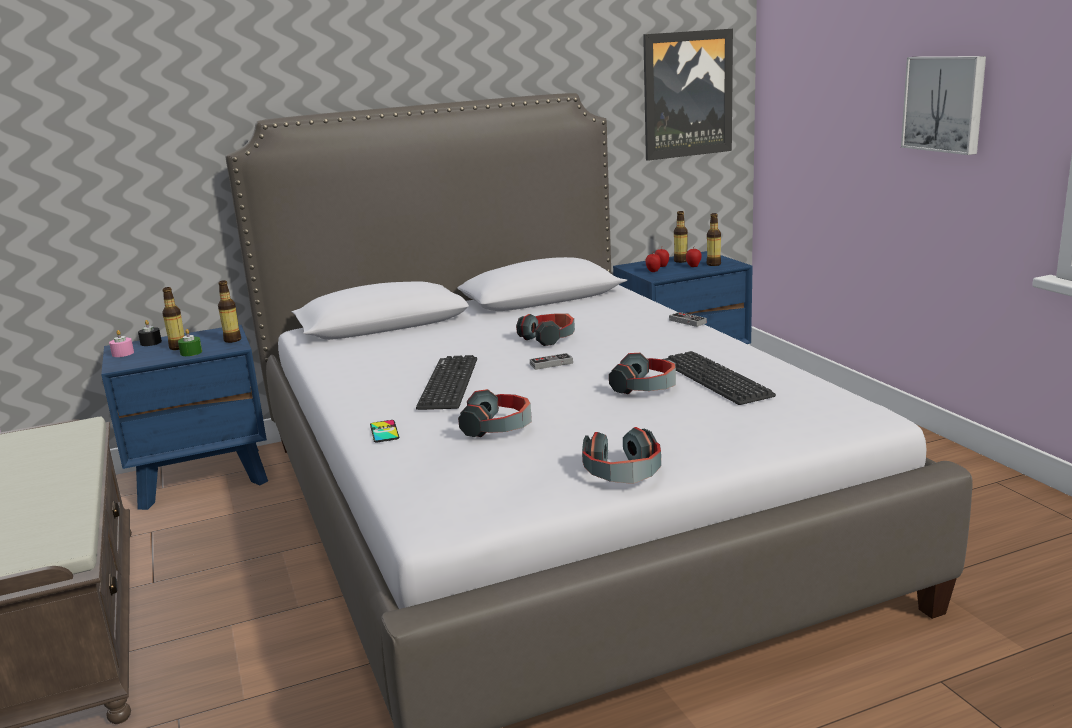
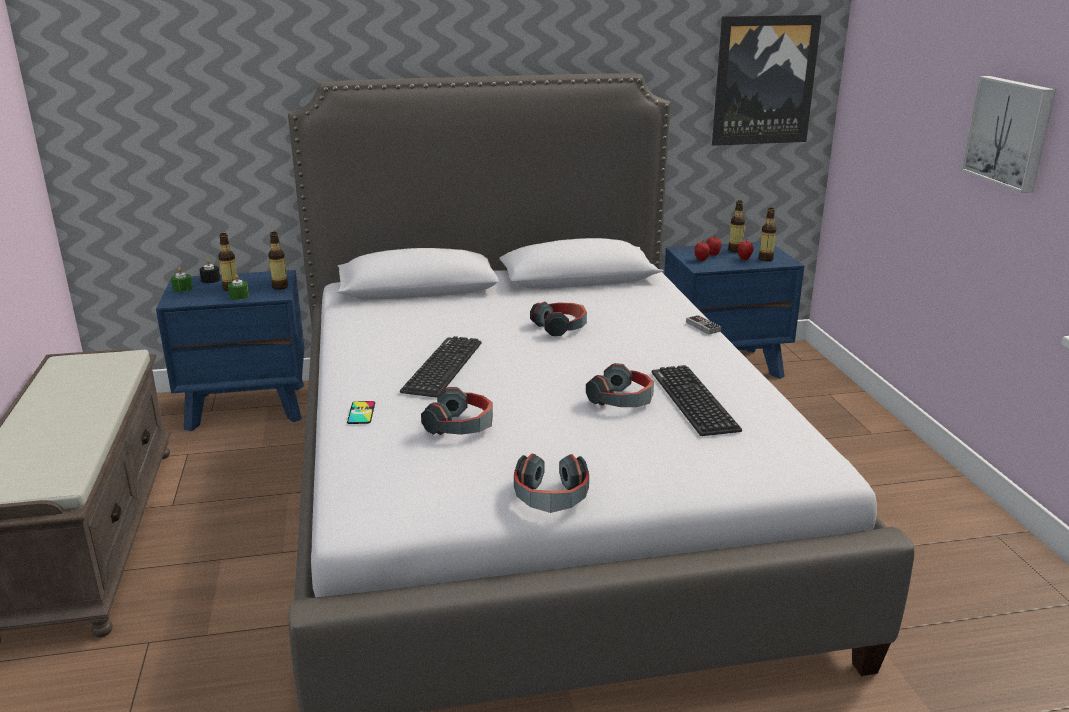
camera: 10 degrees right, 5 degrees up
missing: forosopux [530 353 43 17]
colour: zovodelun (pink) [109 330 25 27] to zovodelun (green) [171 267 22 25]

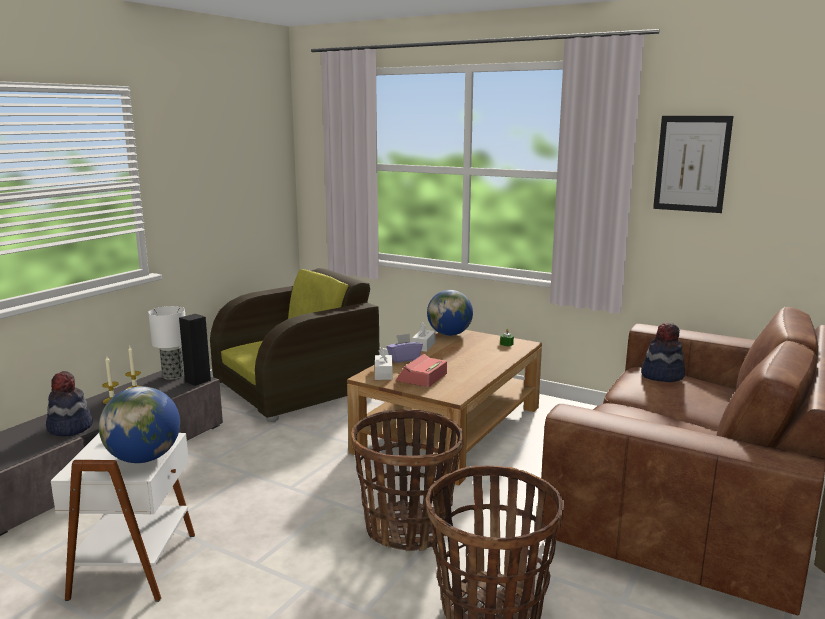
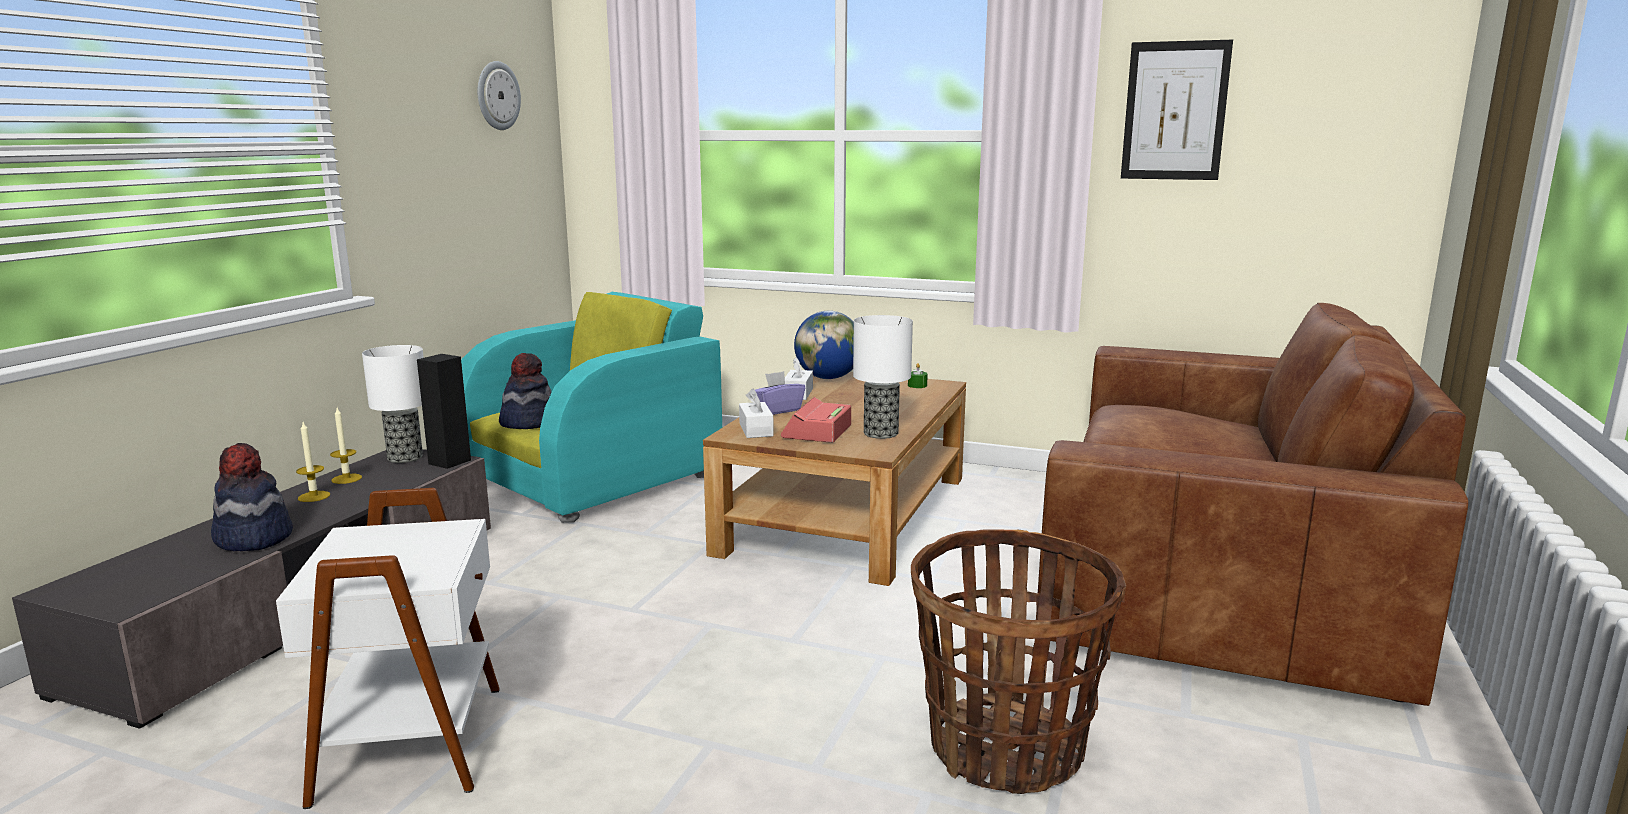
camera: 10 degrees left, 0 degrees up
missing: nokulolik [99 386 81 77]; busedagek [351 410 112 141]
appeared: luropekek [477 61 44 69]; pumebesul [853 315 60 124]
relocated: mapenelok [641 323 44 59] to [499 353 53 76]
colour: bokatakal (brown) [210 268 170 154] to bokatakal (turquoise) [461 292 261 231]

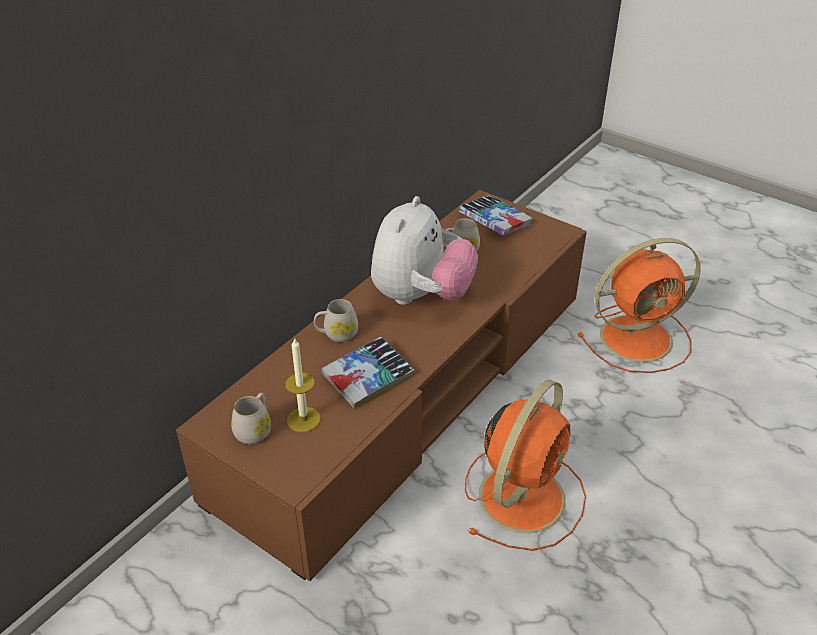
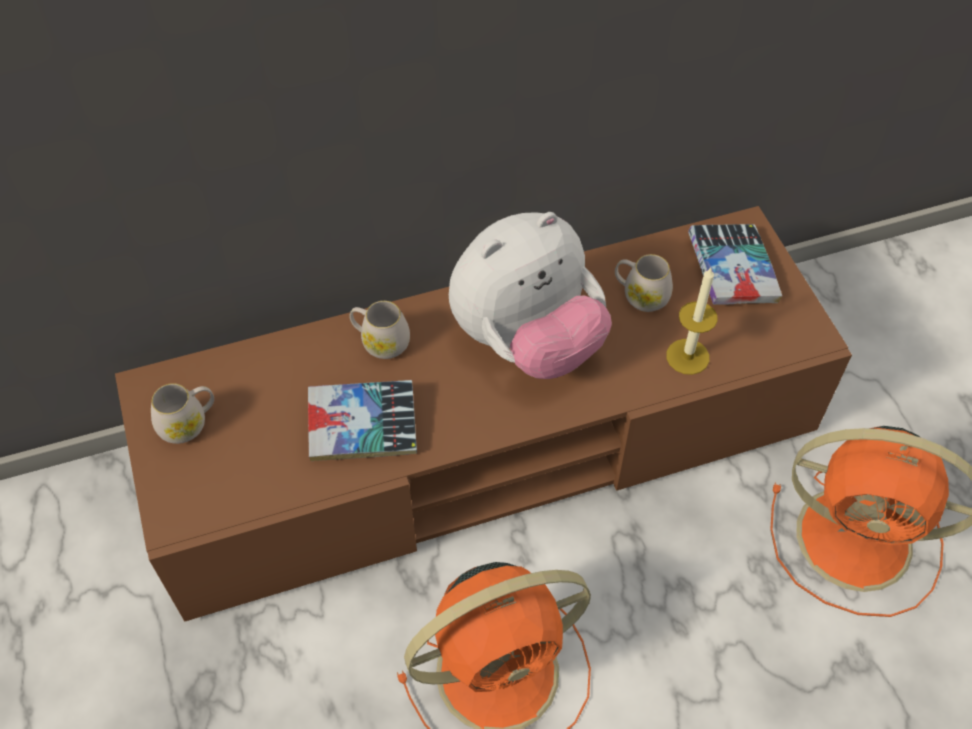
camera: 35 degrees right, 15 degrees up
relocated: zovodelun [285 337 36 95] to [667 268 50 107]

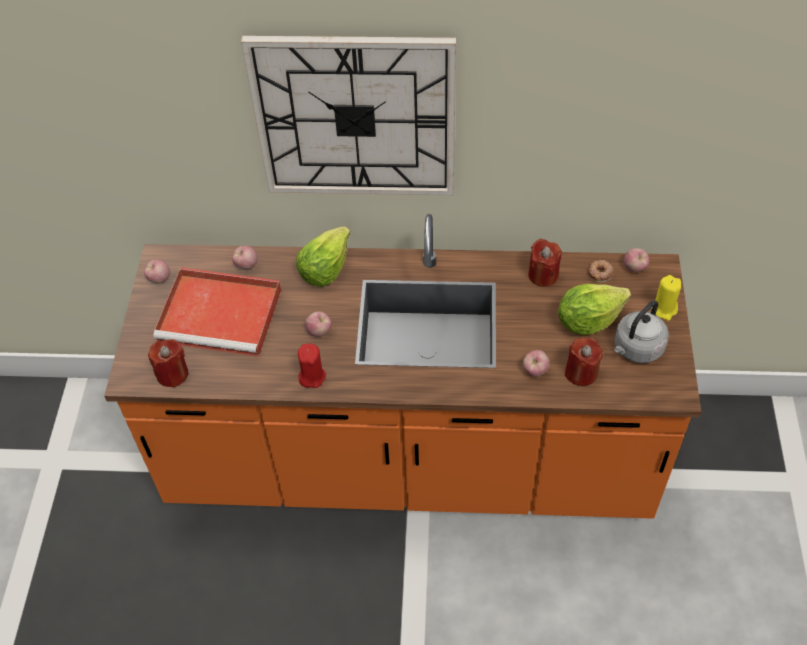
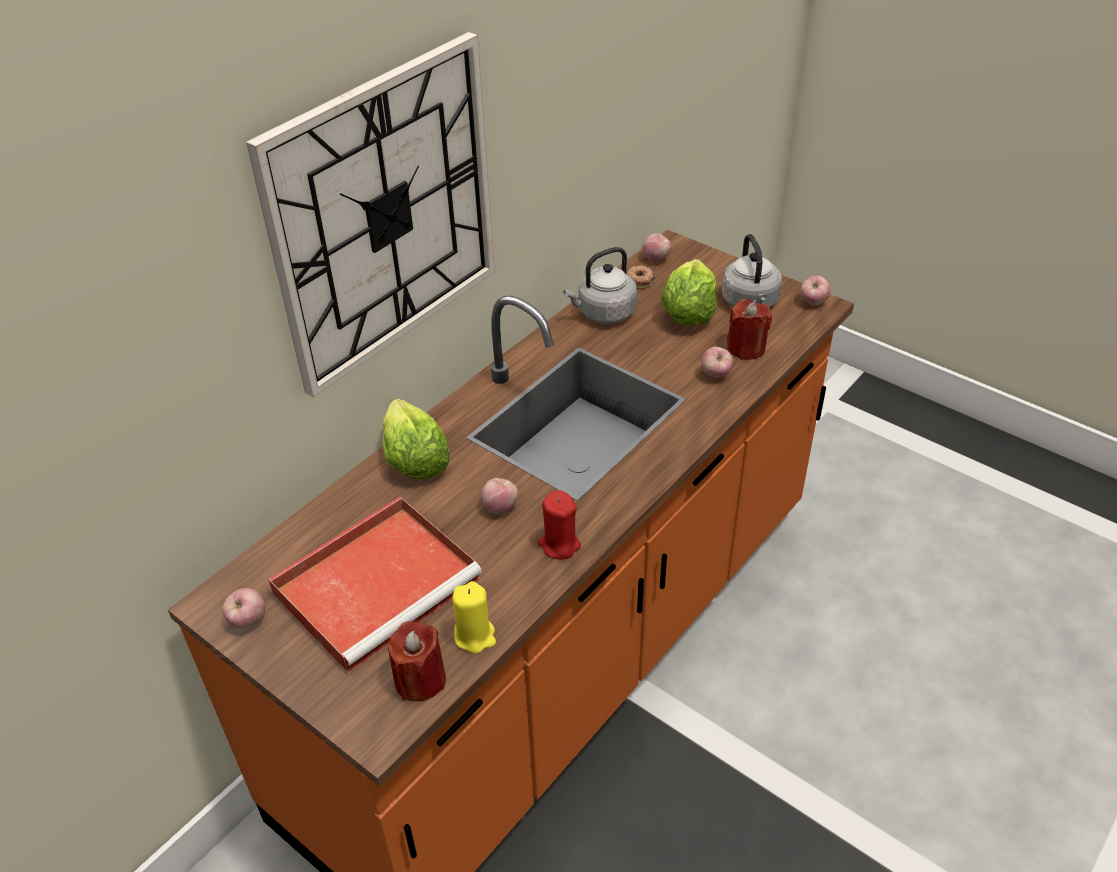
camera: 55 degrees left, 10 degrees down
relocated: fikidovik [232 246 26 23] to [800 276 31 29]; zovodelun (yellow) [651 275 30 46] to [452 581 44 73]
exchanged: zovodelun (red) [528 239 34 48] to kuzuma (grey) [563 247 74 77]

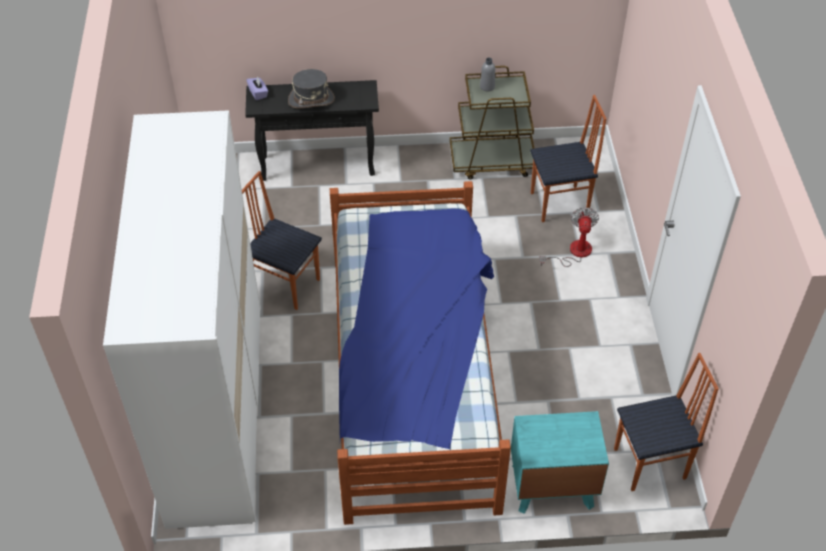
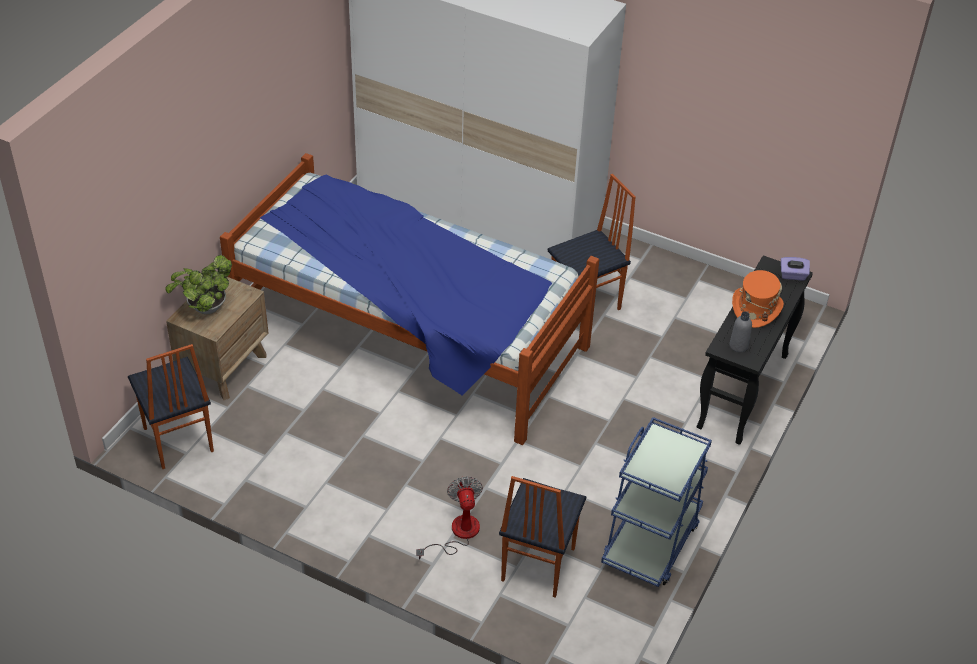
camera: 120 degrees right, 5 degrees down
appeared: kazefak [165 255 67 59]
relocated: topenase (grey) [480 58 15 33] to [729 311 23 41]
colour: mapenelok (grey) [288 69 47 39] to mapenelok (orange) [732 270 52 58]; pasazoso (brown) [450 66 84 114] to pasazoso (blue) [601 417 111 170]; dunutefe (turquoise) [511 411 98 103] to dunutefe (brown) [166 277 103 123]
spun: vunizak [539 207 60 60] = [416 476 67 83] 135 degrees counterclockwise; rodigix [614 353 105 138] = [128 344 86 125] 45 degrees counterclockwise

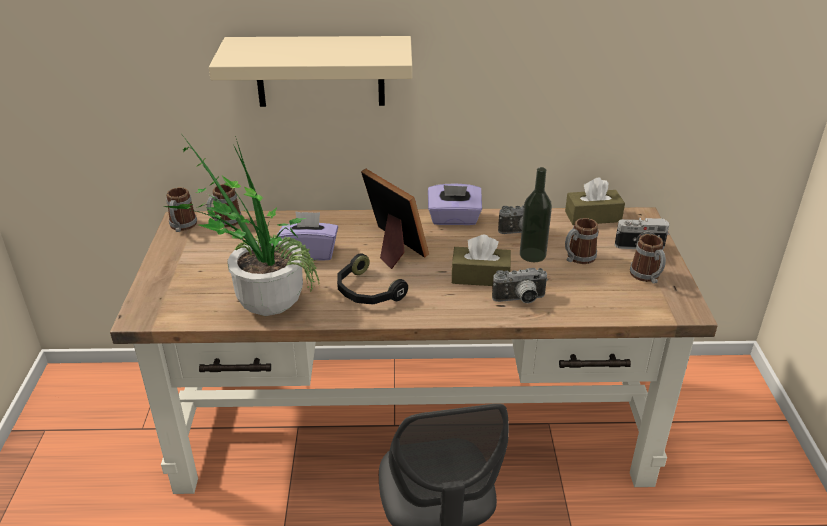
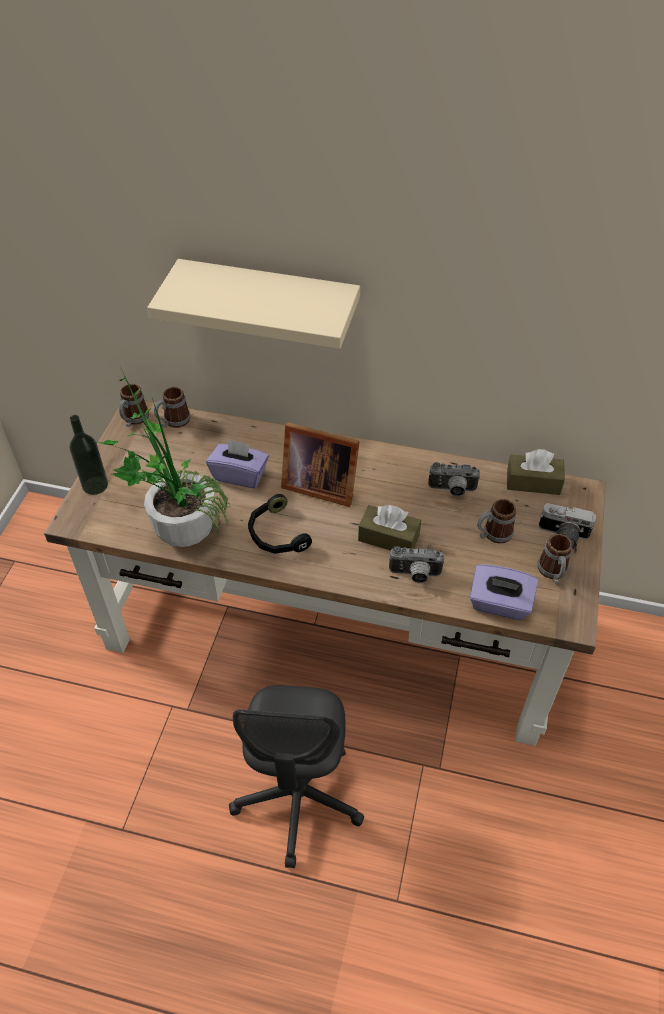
camera: 15 degrees right, 15 degrees up
relocated: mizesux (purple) [428 183 54 42] to [470 564 68 56]; topenase [520 167 32 95] to [70 415 38 80]
spun: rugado [361 169 68 100] = [281 422 79 85] 135 degrees clockwise

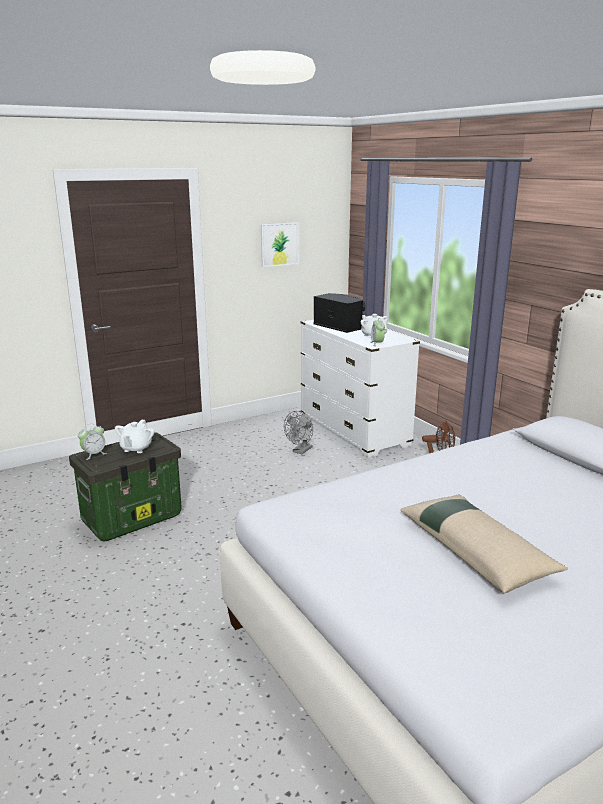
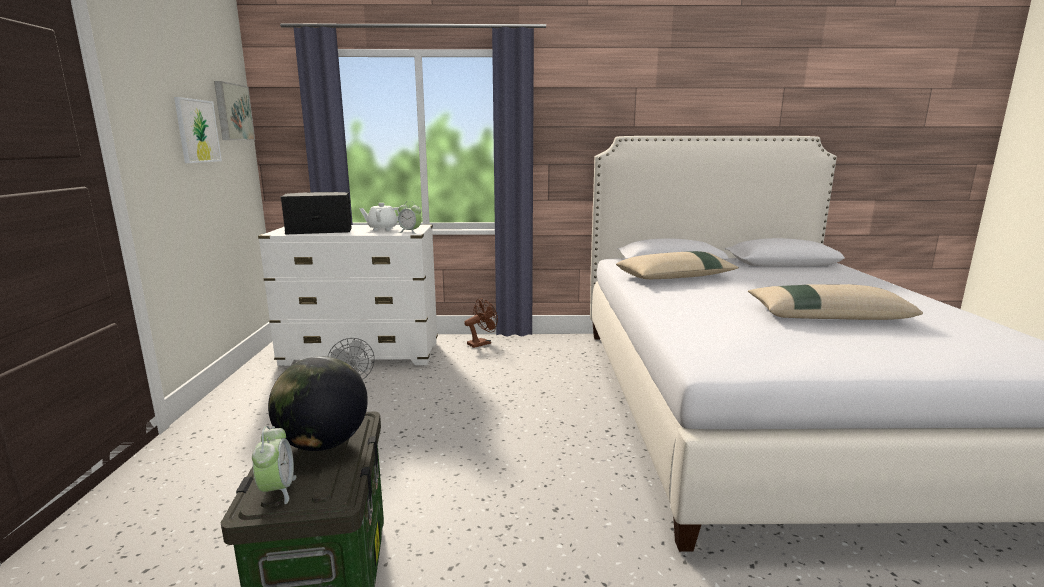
camera: 60 degrees left, 5 degrees down
appeared: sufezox [214 81 41 59]; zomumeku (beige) [616 251 123 28]
exchanged: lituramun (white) [115 420 40 33] to nokulolik [268 356 100 95]

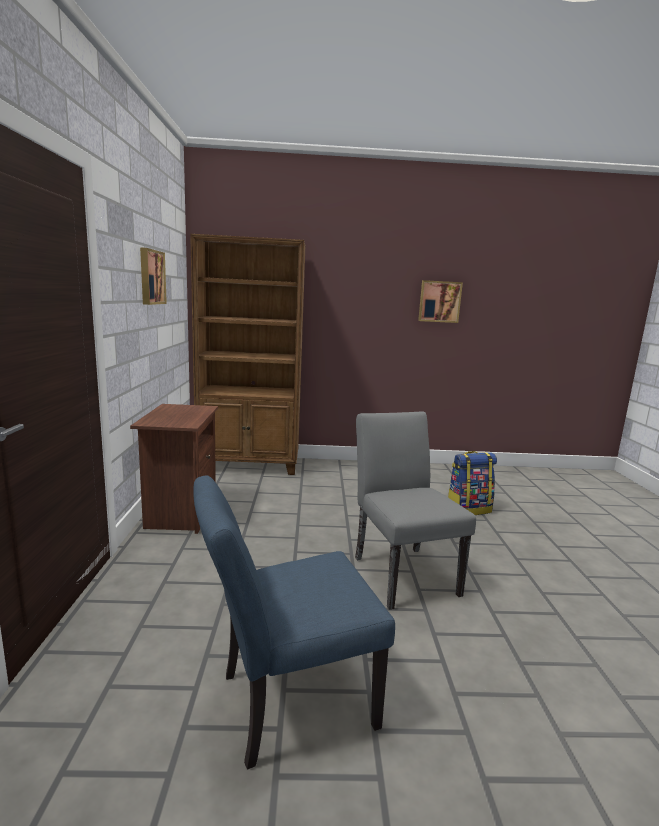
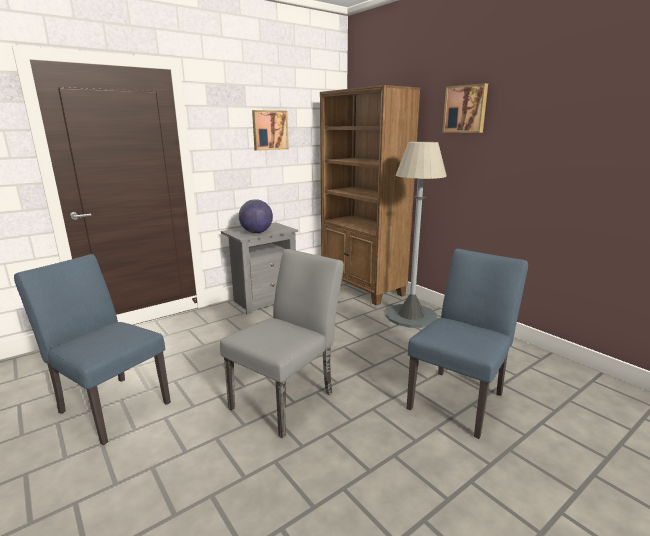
camera: 55 degrees right, 5 degrees up
appeared: nokulolik [239 199 34 34]; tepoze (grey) [386 142 61 186]
relocated: sufezox [418 280 45 43] to [442 83 46 50]
exchanged: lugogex [448 451 49 64] to rodigix (blue) [407 249 121 190]
colour: dunutefe (brown) [130 404 88 130] to dunutefe (grey) [221 222 77 93]

